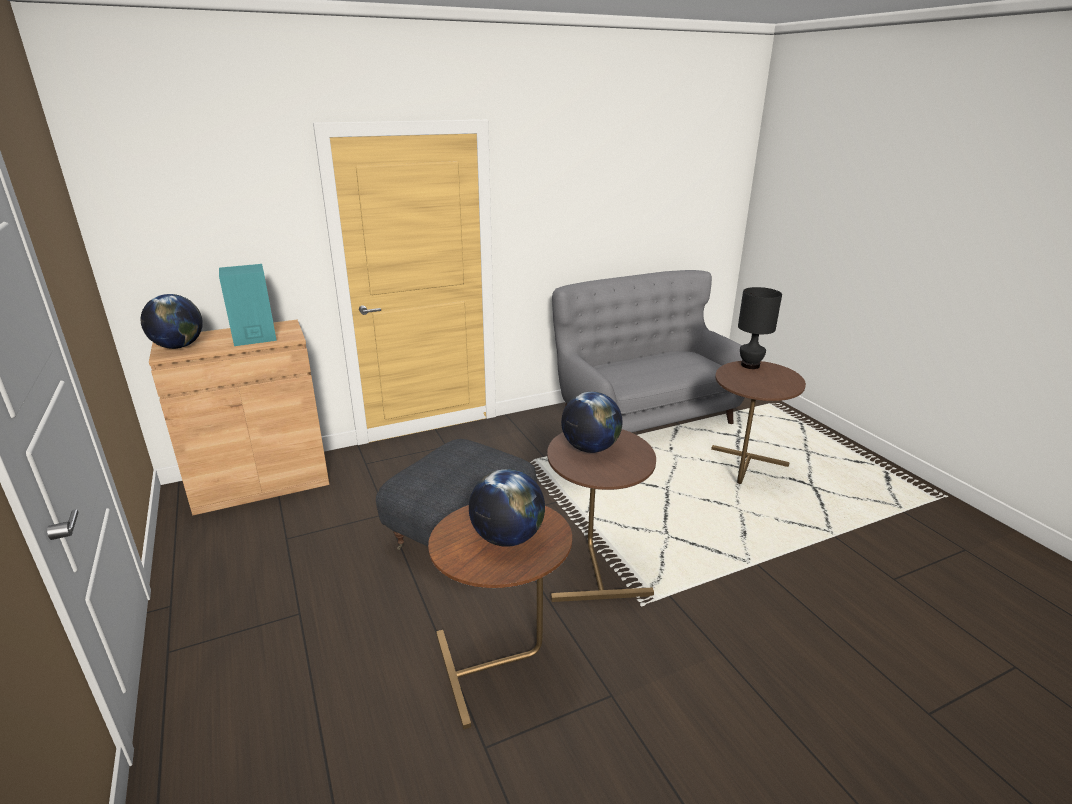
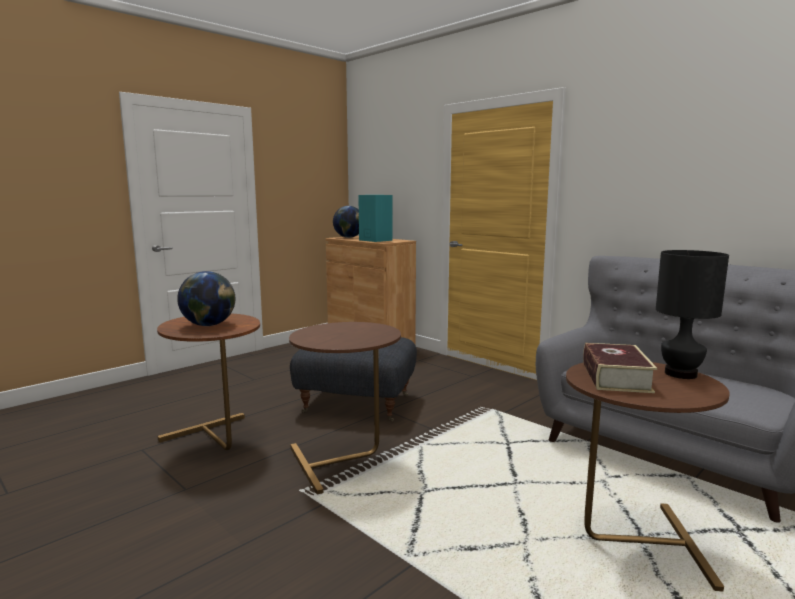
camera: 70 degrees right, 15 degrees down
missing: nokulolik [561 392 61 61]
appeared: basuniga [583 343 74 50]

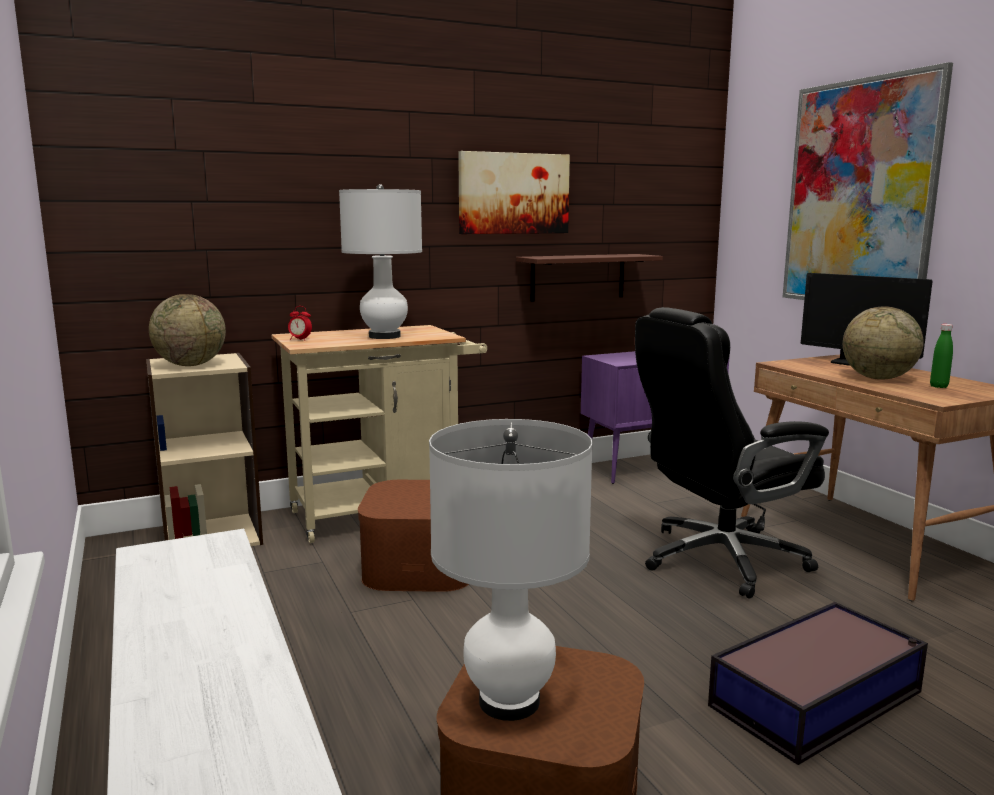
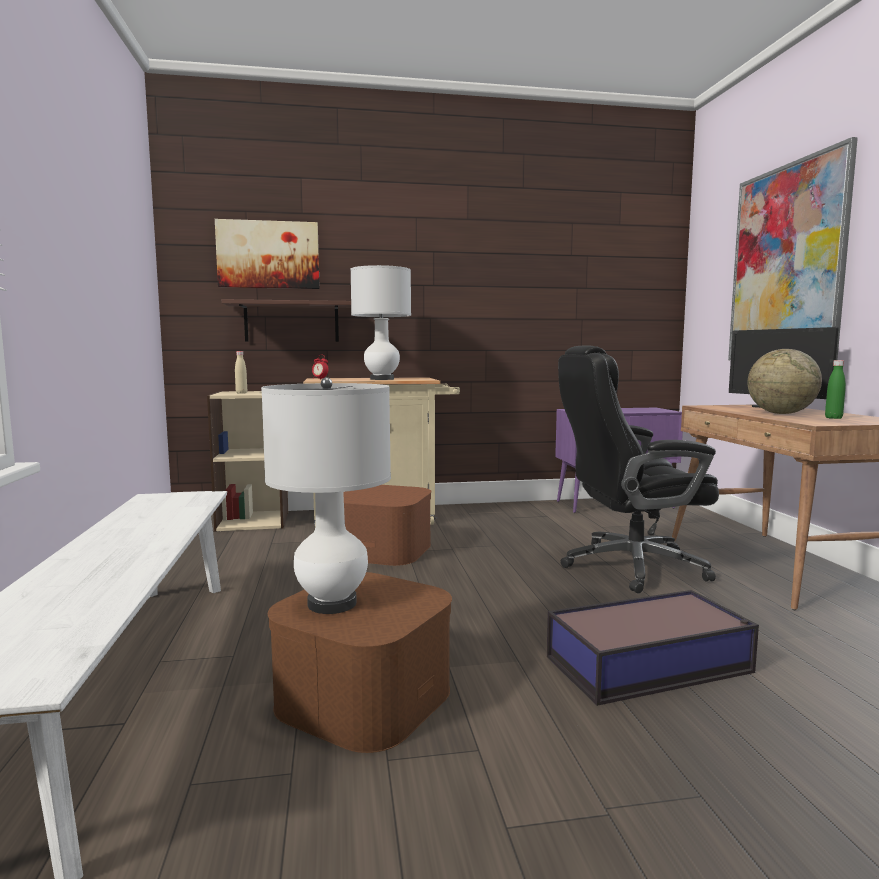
camera: 15 degrees right, 5 degrees down
relocated: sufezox [458 151 112 83] to [215 219 105 70]; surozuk [516 254 147 48] to [222 299 129 43]
exchanged: nokulolik [149 294 77 72] to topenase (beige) [235 351 12 43]

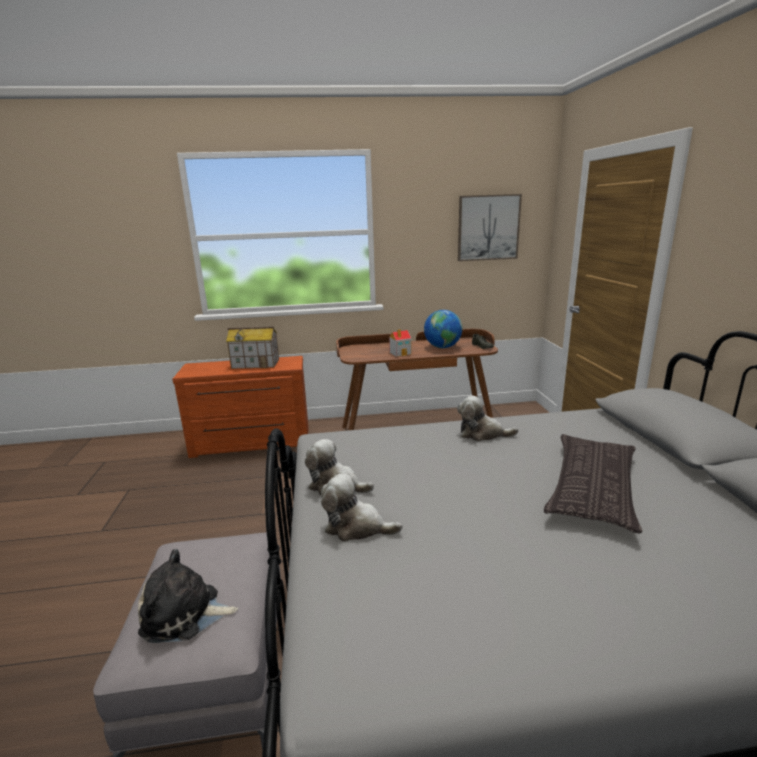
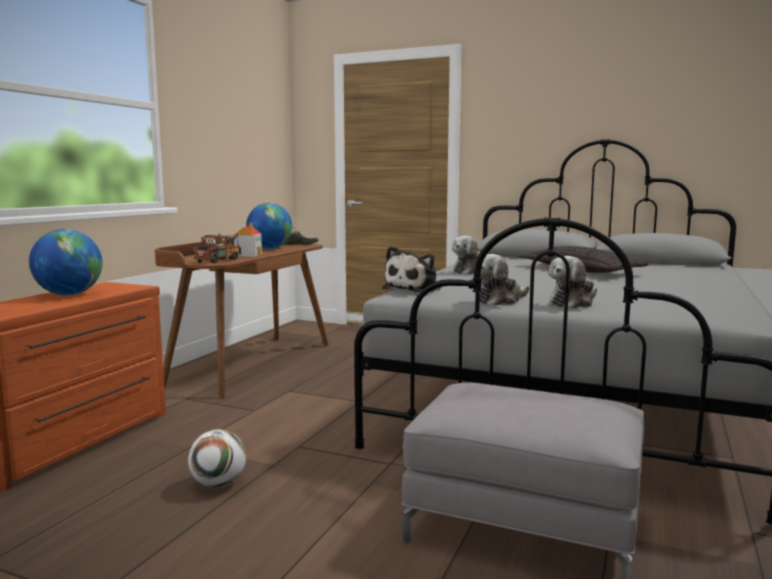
camera: 60 degrees left, 10 degrees down
missing: sufezox [458 194 64 67]
appeared: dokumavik [188 429 58 59]; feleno [193 234 48 29]
relocated: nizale [138 549 100 94] to [382 246 59 47]
exchanged: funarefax [226 327 53 42] to nokulolik [29 229 73 66]

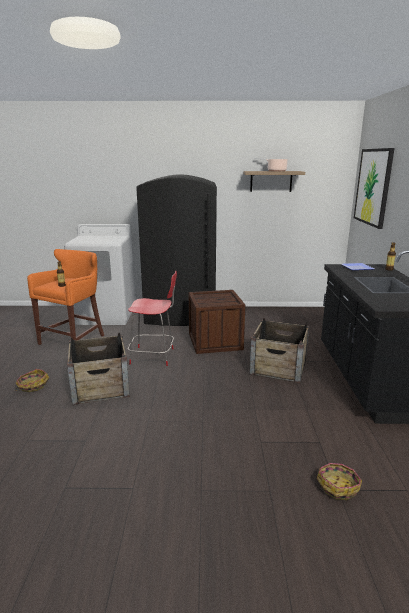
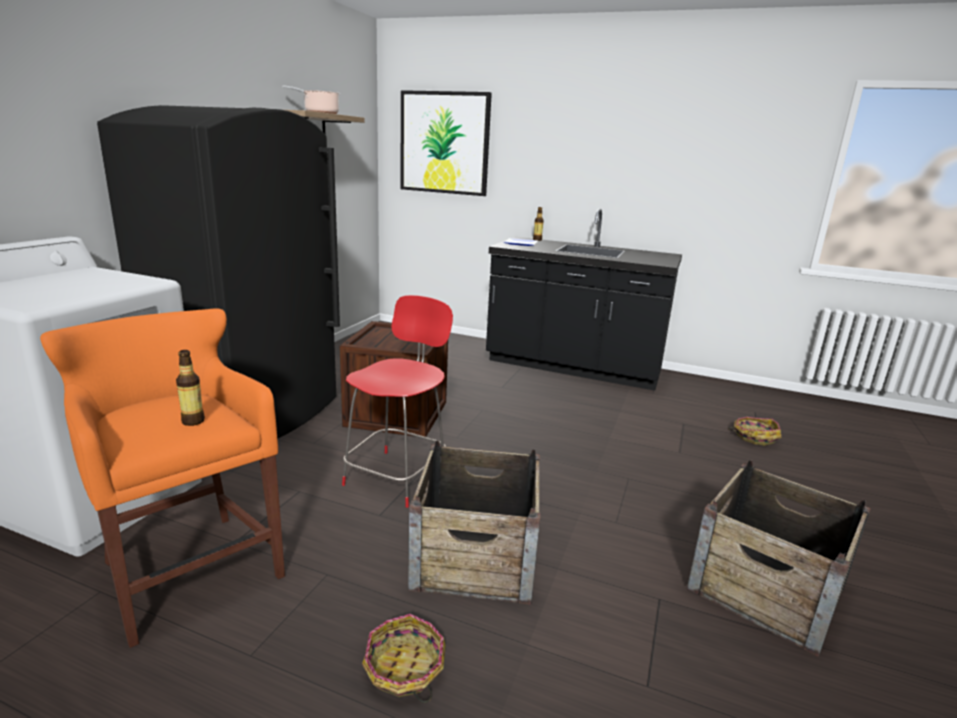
camera: 70 degrees left, 0 degrees up
relocated: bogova [249 318 60 65] to [687 460 184 197]

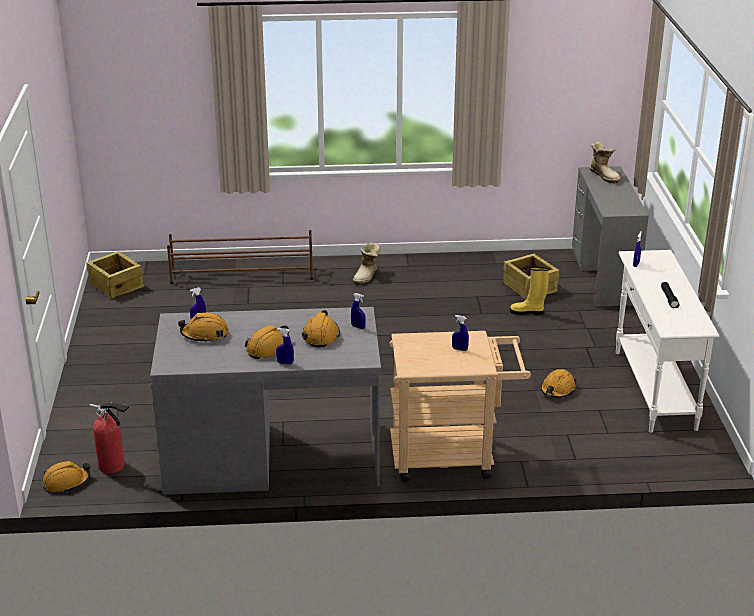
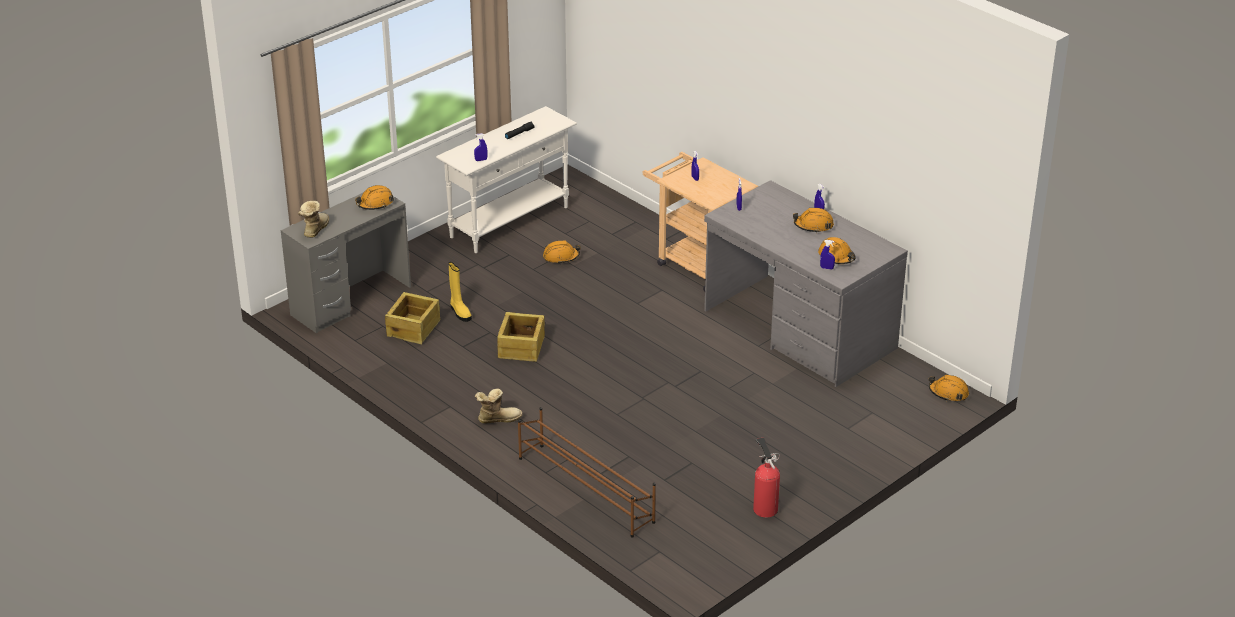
camera: 130 degrees left, 5 degrees up
relocated: bogova [86 251 58 48] to [497 312 48 50]; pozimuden [89 402 40 71] to [753 437 27 81]; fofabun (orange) [302 310 38 37] to [355 185 39 25]

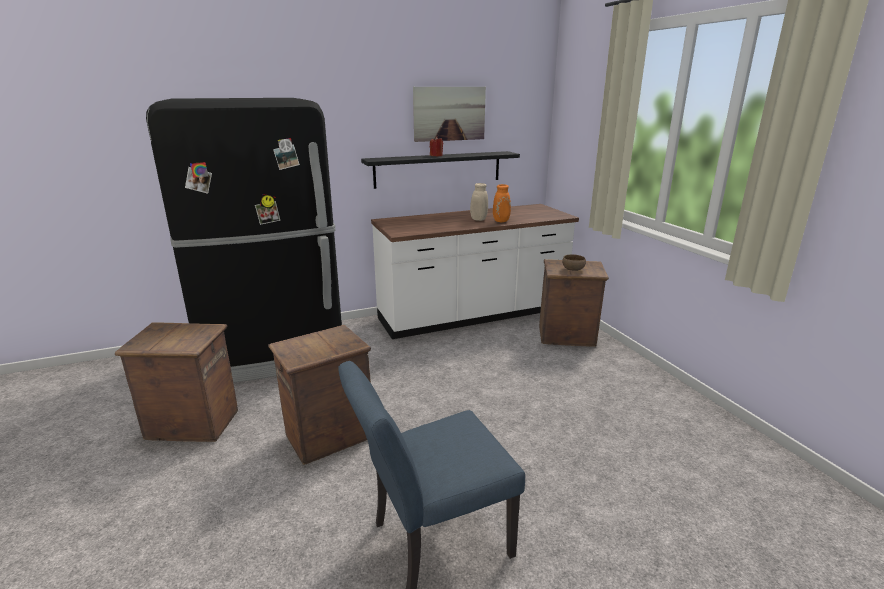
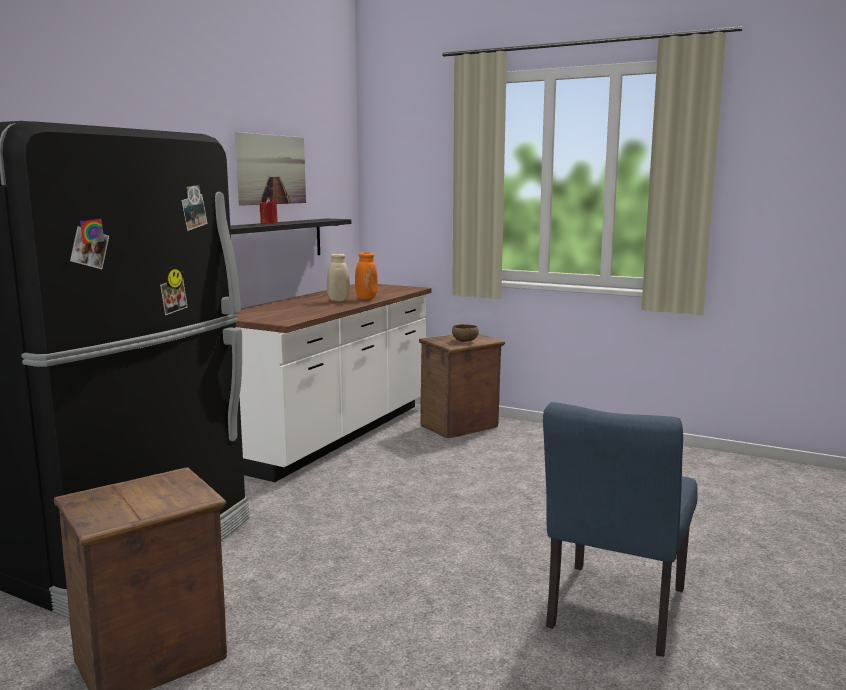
camera: 40 degrees left, 10 degrees down
missing: bogova [268 325 103 140]

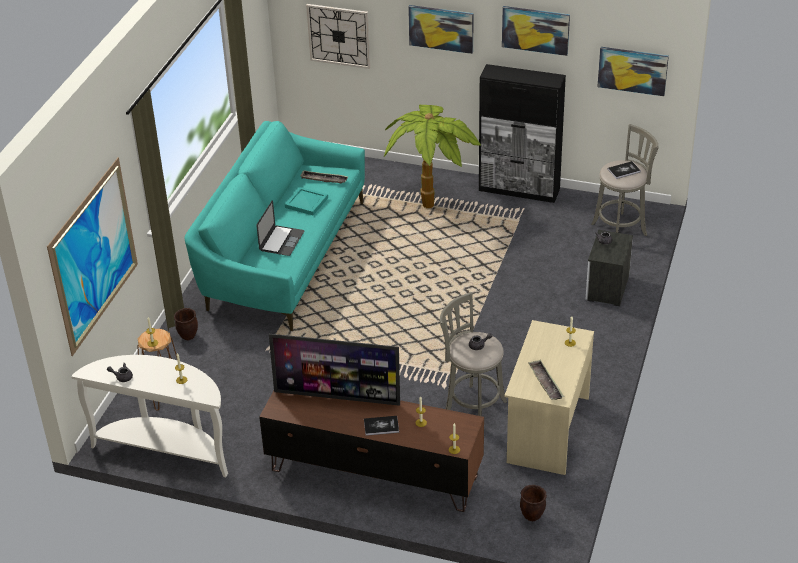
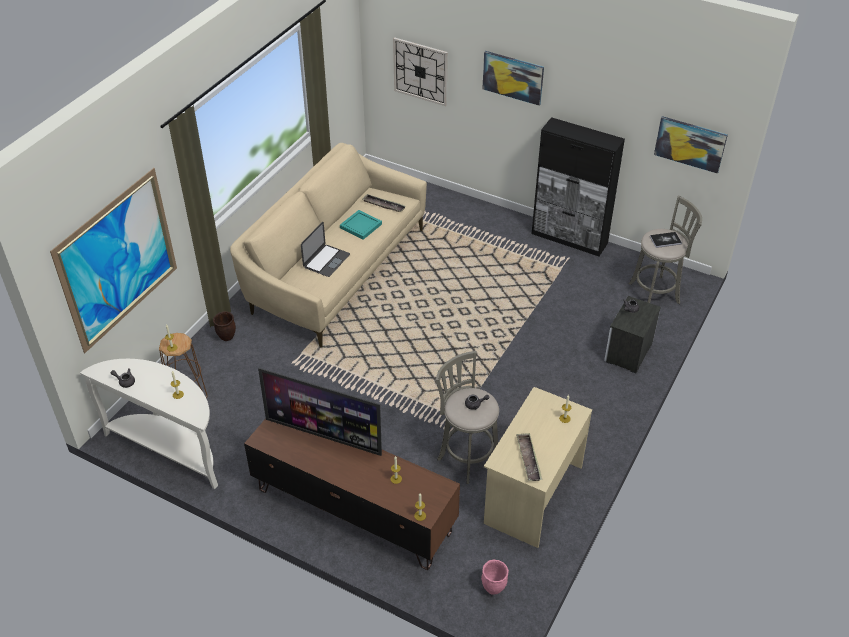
camera: 10 degrees right, 5 degrees up
missing: basuniga [364 416 35 20]; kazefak [383 105 99 103]; sufezox [502 6 68 50]
colour: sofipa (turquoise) [184 121 181 210] to sofipa (beige) [230 143 197 205]; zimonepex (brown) [520 485 27 36] to zimonepex (pink) [481 560 28 35]

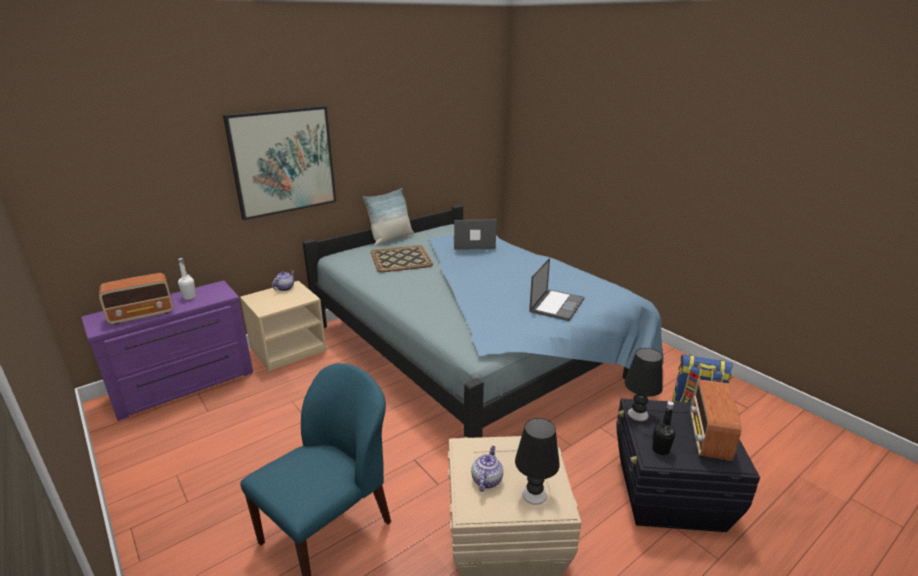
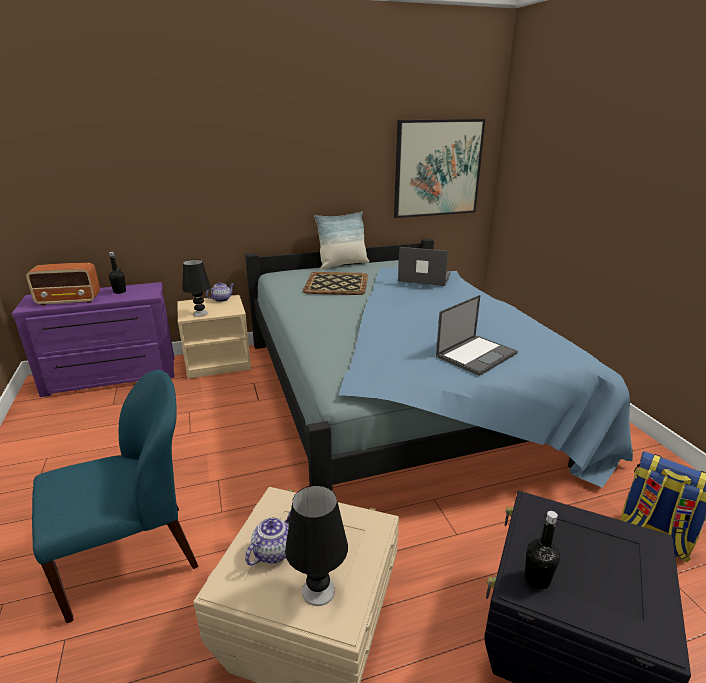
camera: 20 degrees right, 0 degrees up
missing: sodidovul [690 379 52 82]
relocated: sufezox [223 106 113 114] to [394 119 91 99]; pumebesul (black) [625 348 38 73] to [182 259 29 58]
colour: topenase (white) [178 258 18 42] to topenase (black) [109 252 17 42]

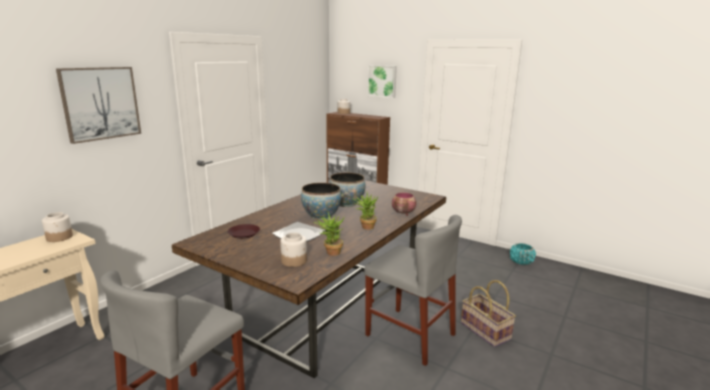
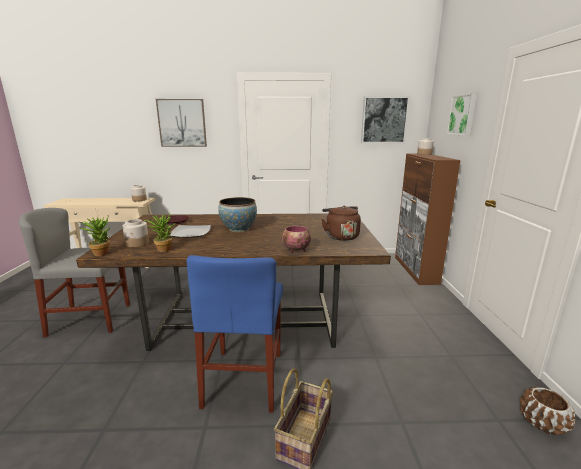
camera: 55 degrees right, 0 degrees up
missing: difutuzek [329 173 36 34]
appeared: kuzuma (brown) [321 206 40 35]; sufezox [361 96 49 47]
relocated: kazefak [352 193 27 37] to [80 215 30 41]
colour: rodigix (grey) [364 215 98 151] to rodigix (blue) [186 255 97 158]; zimonepex (turquoise) [510 243 26 22] to zimonepex (brown) [520 387 56 48]

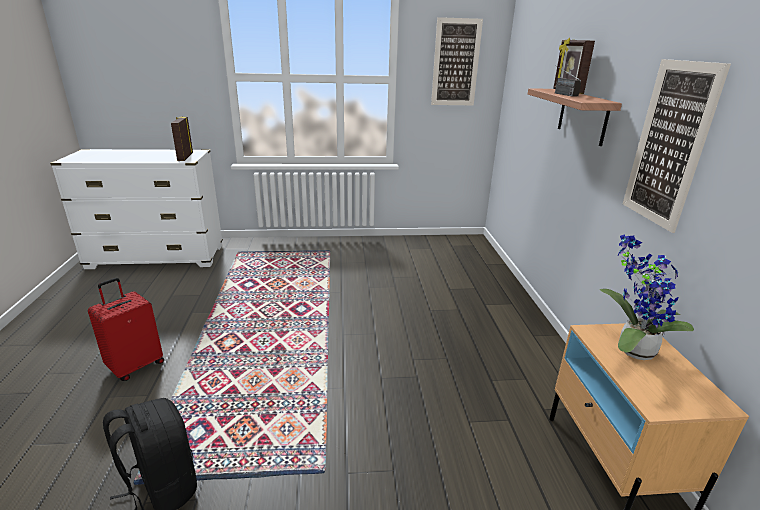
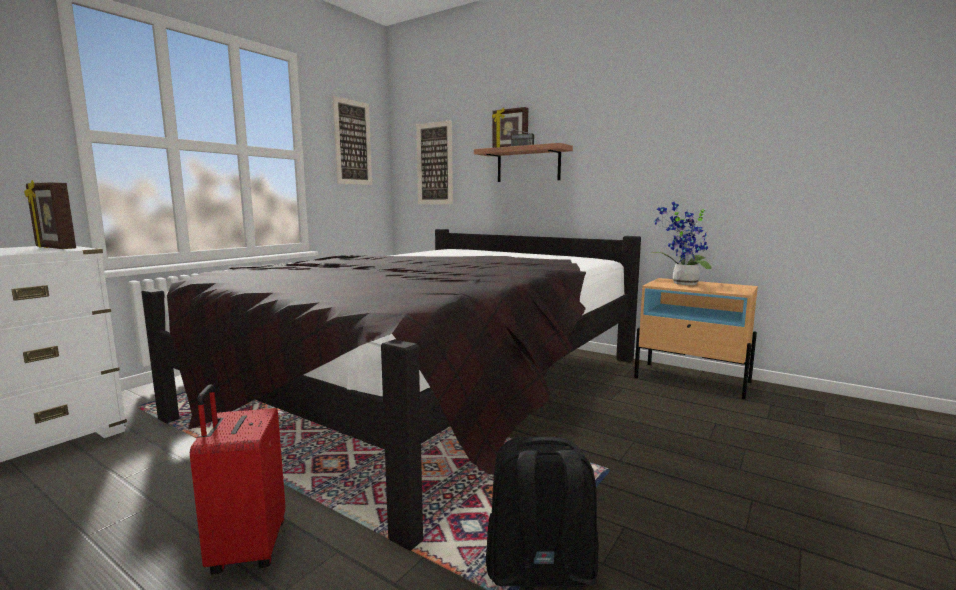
camera: 50 degrees left, 15 degrees down
appeared: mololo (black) [142 229 499 322]
relocated: sufezox [623 59 108 174] to [416 120 37 84]

